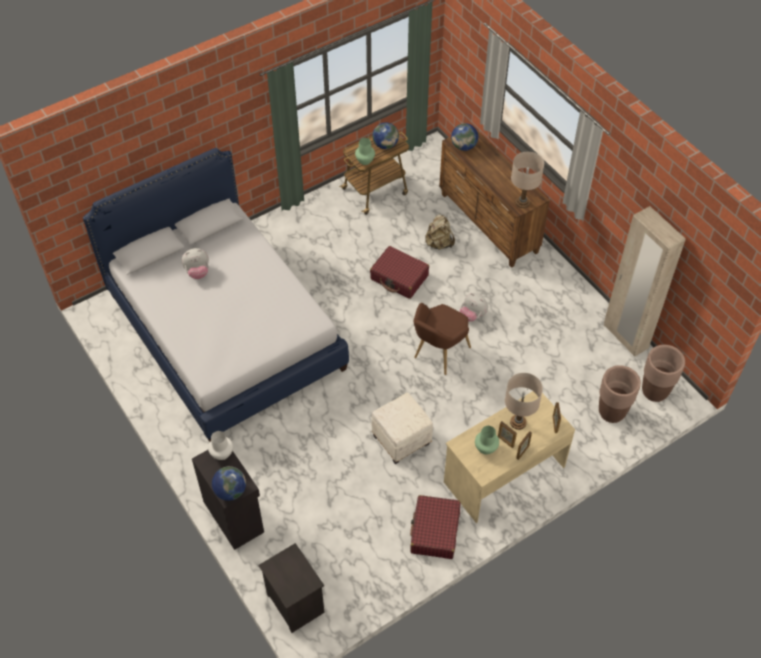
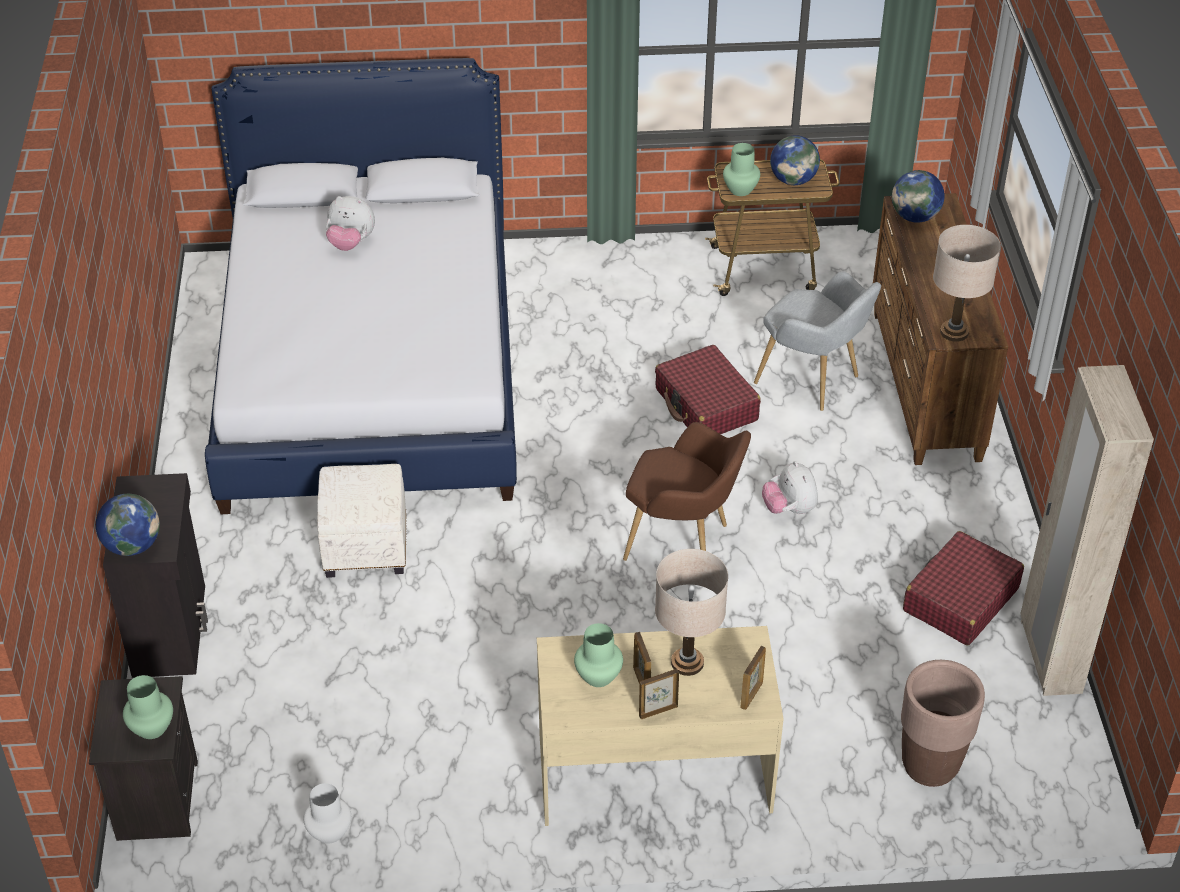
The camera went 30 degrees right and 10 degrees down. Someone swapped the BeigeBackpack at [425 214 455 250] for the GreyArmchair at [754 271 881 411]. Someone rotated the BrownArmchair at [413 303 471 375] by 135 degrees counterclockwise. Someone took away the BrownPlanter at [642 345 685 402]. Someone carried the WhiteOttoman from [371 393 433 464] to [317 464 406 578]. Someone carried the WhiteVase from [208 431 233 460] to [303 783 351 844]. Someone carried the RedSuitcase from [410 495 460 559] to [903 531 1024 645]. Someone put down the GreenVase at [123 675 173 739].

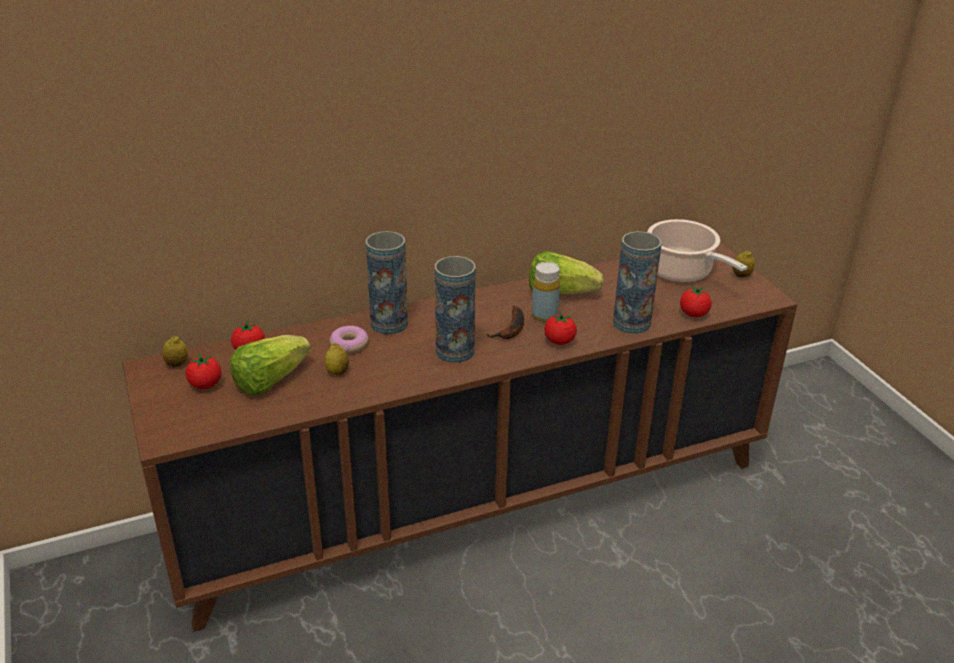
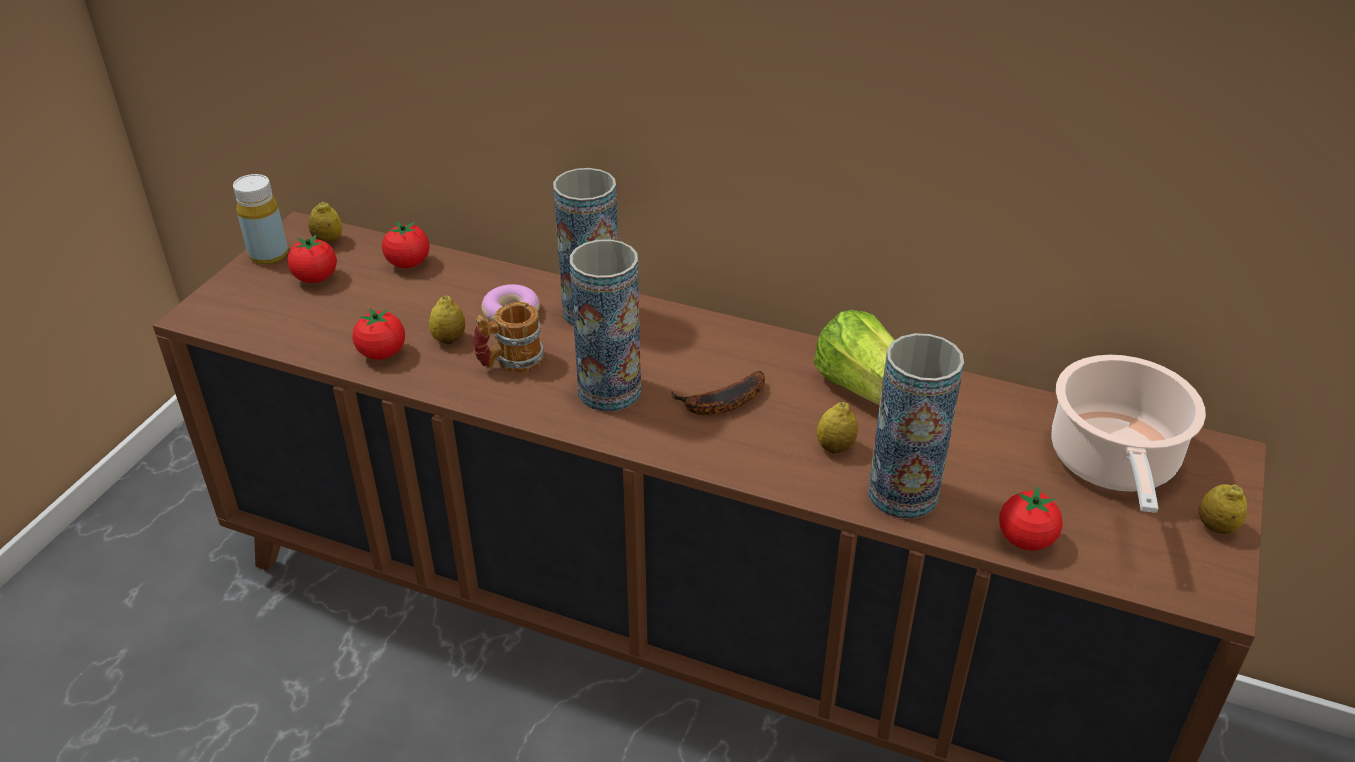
The camera went 45 degrees right and 5 degrees up. Someone carried the YellowBottle from [532 262 560 322] to [233 174 288 264]. Someone carried the Tomato from [544 311 577 345] to [352 308 405 360]. Someone took away the Lettuce at [230 335 311 396]. Someone put down the Mug at [473 302 544 373]. Someone put down the Lemon at [817 402 858 453].

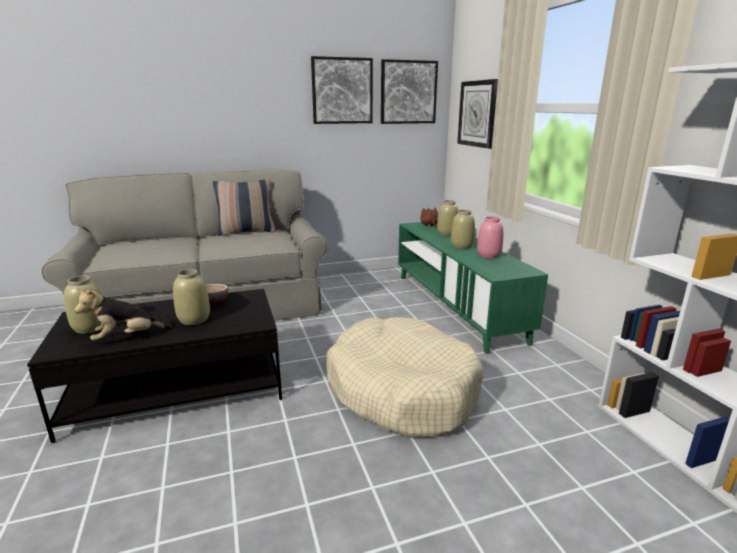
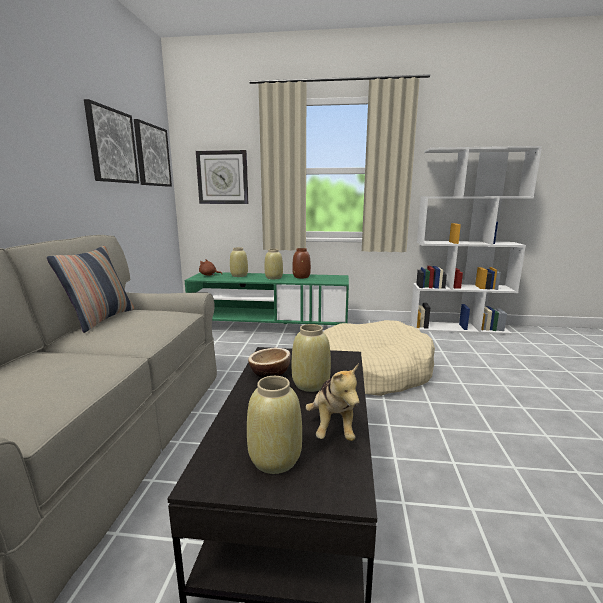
The camera went 65 degrees left and 5 degrees down. Someone repainted the PinkVase at [477 216 503 258], which became the BrownVase at [292 248 311 278].

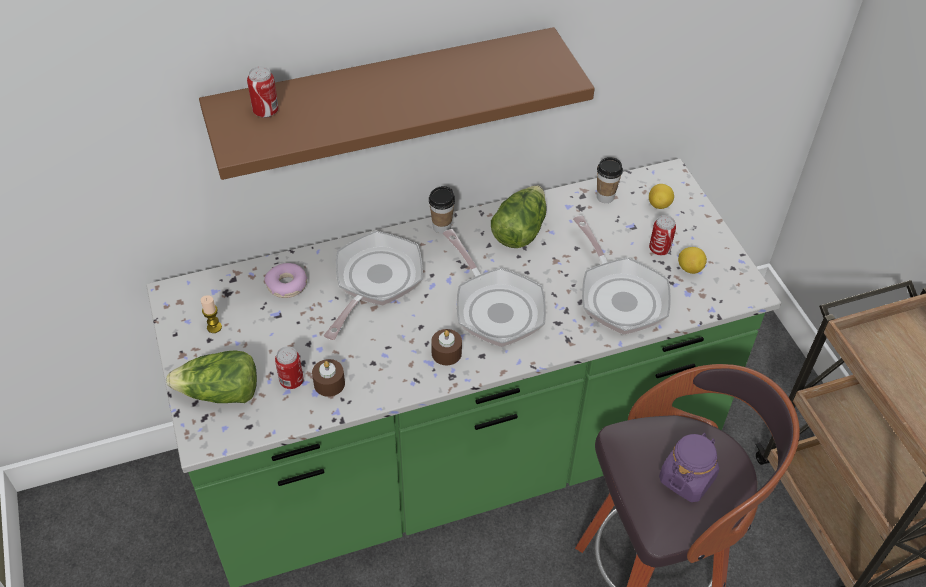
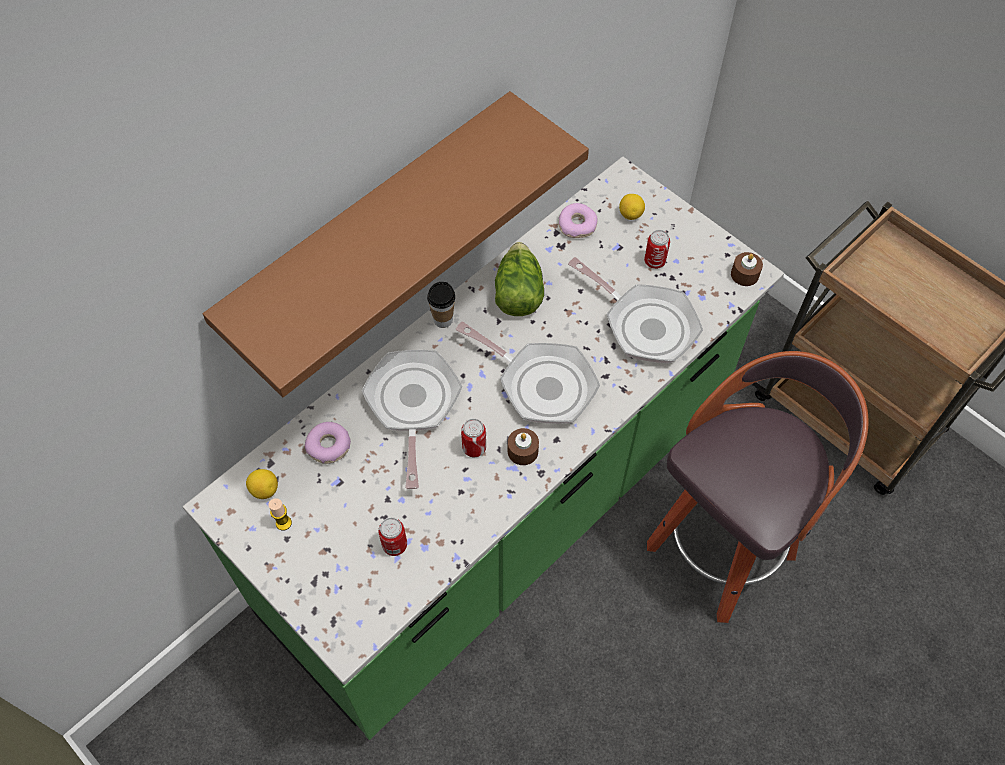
The camera went 25 degrees left and 10 degrees up. Someone carried the Can from [247 66 279 118] to [461 418 486 457]. Someone swapped the Cup at [597 157 623 203] for the Donut at [558 203 598 238]. Someone carried the Lemon from [678 247 707 274] to [246 469 278 499]. Someone took away the Lettuce at [166 350 257 403]. Someone carried the BrownCandle from [312 359 345 397] to [731 252 763 286]. Someone took away the PurpleJar at [659 433 719 502].

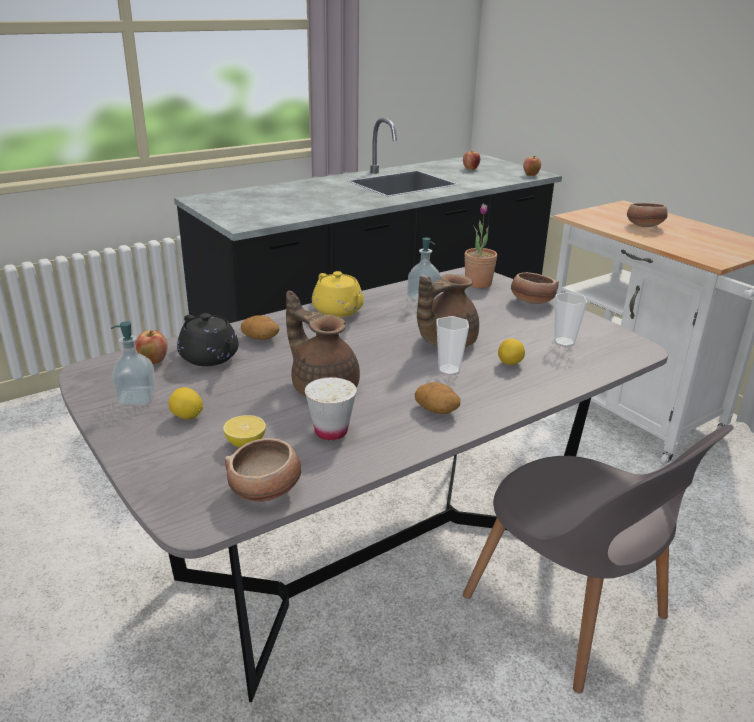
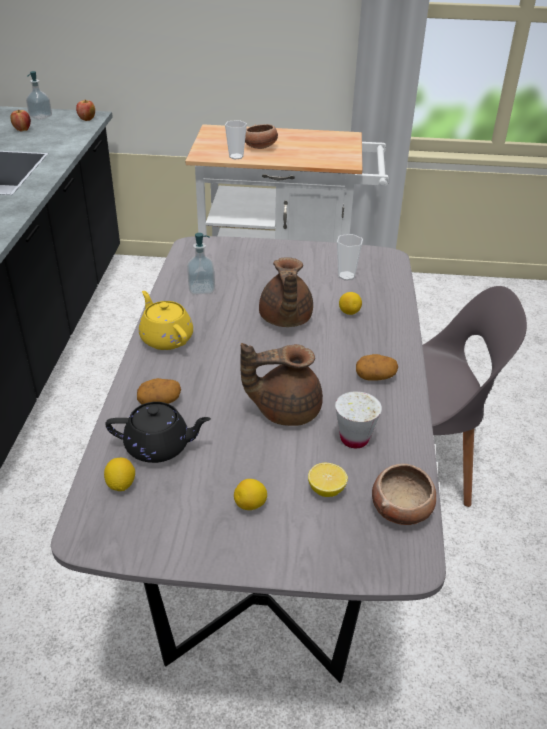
The camera went 50 degrees left and 10 degrees up. Someone took away the PottedPlant at [464 204 497 288]. Someone rotated the YellowTeapot at [312 271 364 317] by 135 degrees counterclockwise. Someone took away the Bowl at [511 272 559 304]. Someone carried the Cup from [436 316 469 376] to [225 120 247 159]. Someone carried the SoapDispenser from [111 321 156 406] to [26 71 52 120]. Someone swapped the Apple at [135 330 168 364] for the Lemon at [104 458 135 491].

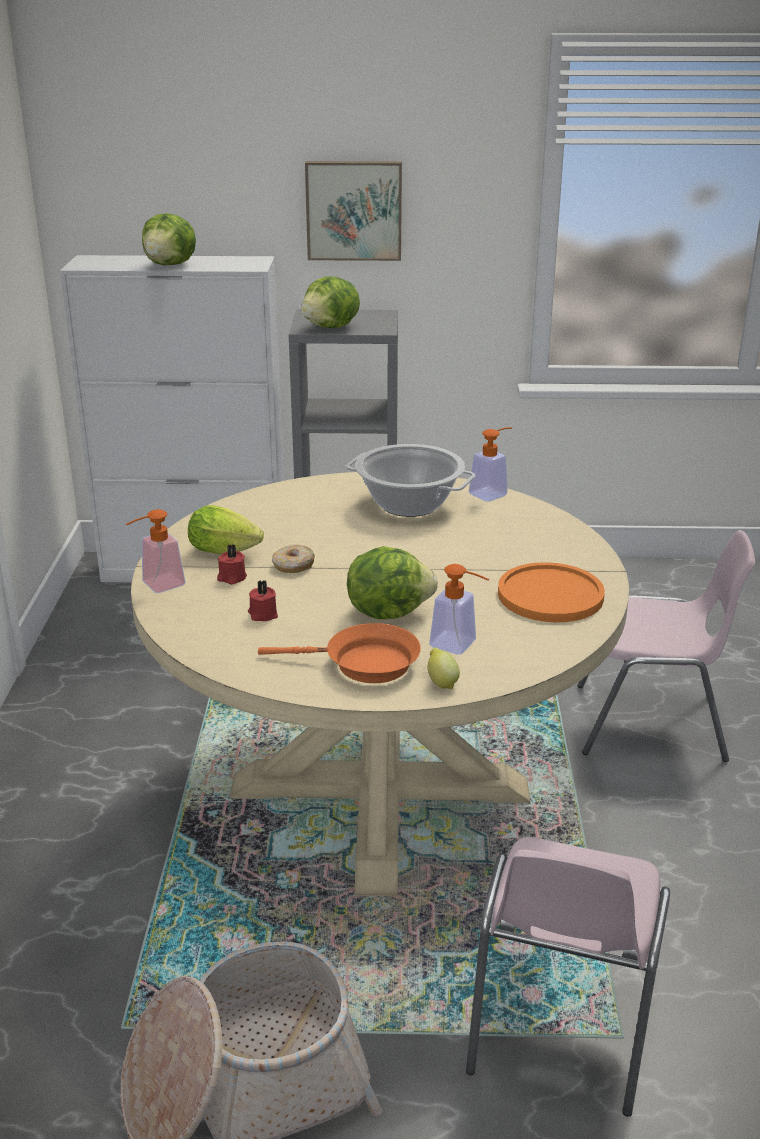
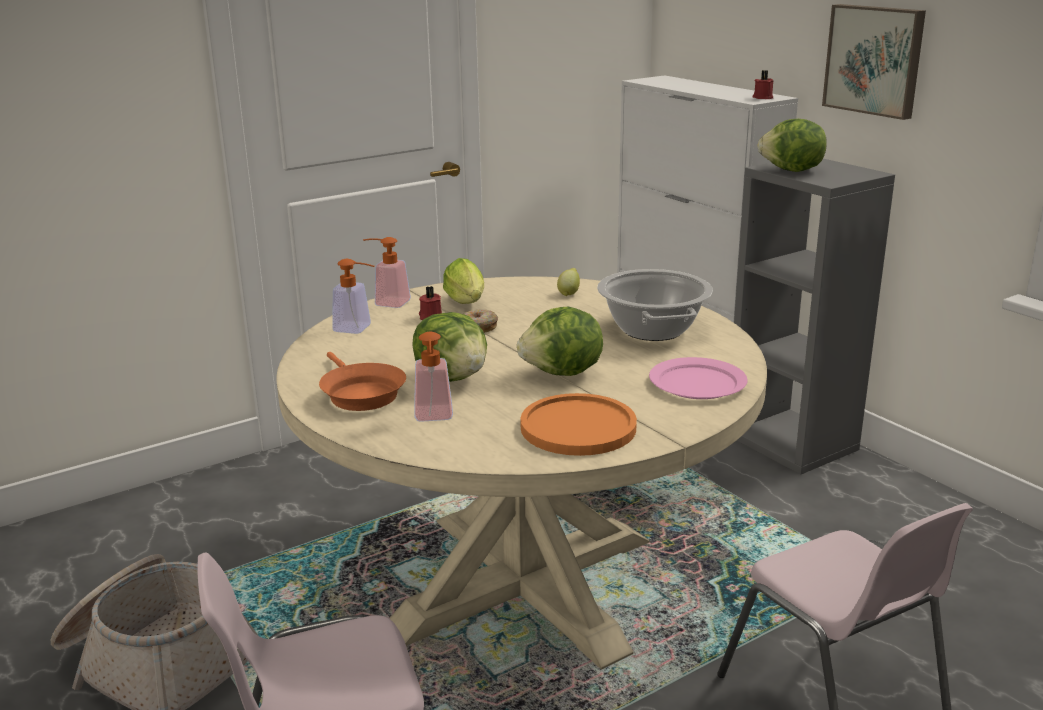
The camera went 55 degrees right and 5 degrees down. Someone carried the Lettuce from [142 213 196 266] to [517 307 603 376]. Someone carried the SoapDispenser from [469 427 512 502] to [332 259 375 334]. Someone carried the RedCandle from [248 580 278 621] to [752 70 773 99]. Someone carried the Lemon from [427 647 460 689] to [557 268 580 296]. Someone put down the PinkPlate at [649 357 748 399].

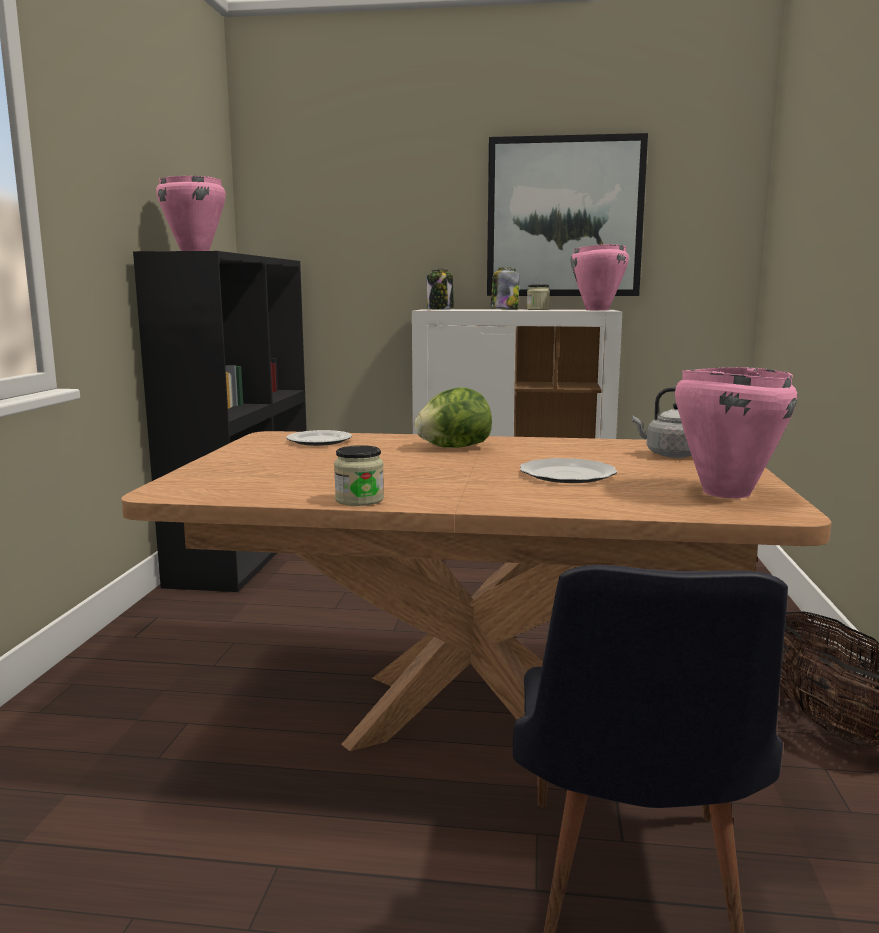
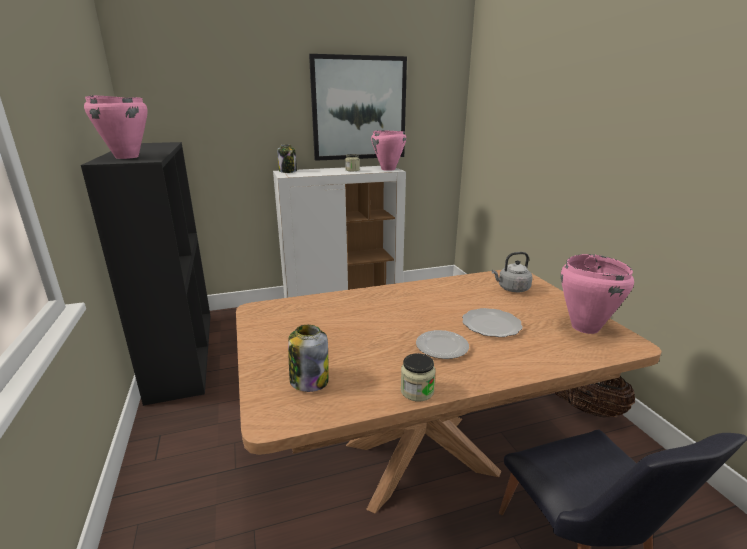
The camera went 25 degrees left and 10 degrees up. Someone carried the Jar from [491 267 520 310] to [288 325 329 392]. Someone took away the Lettuce at [415 387 492 448]. Someone carried the Plate from [287 430 352 446] to [416 330 469 359].

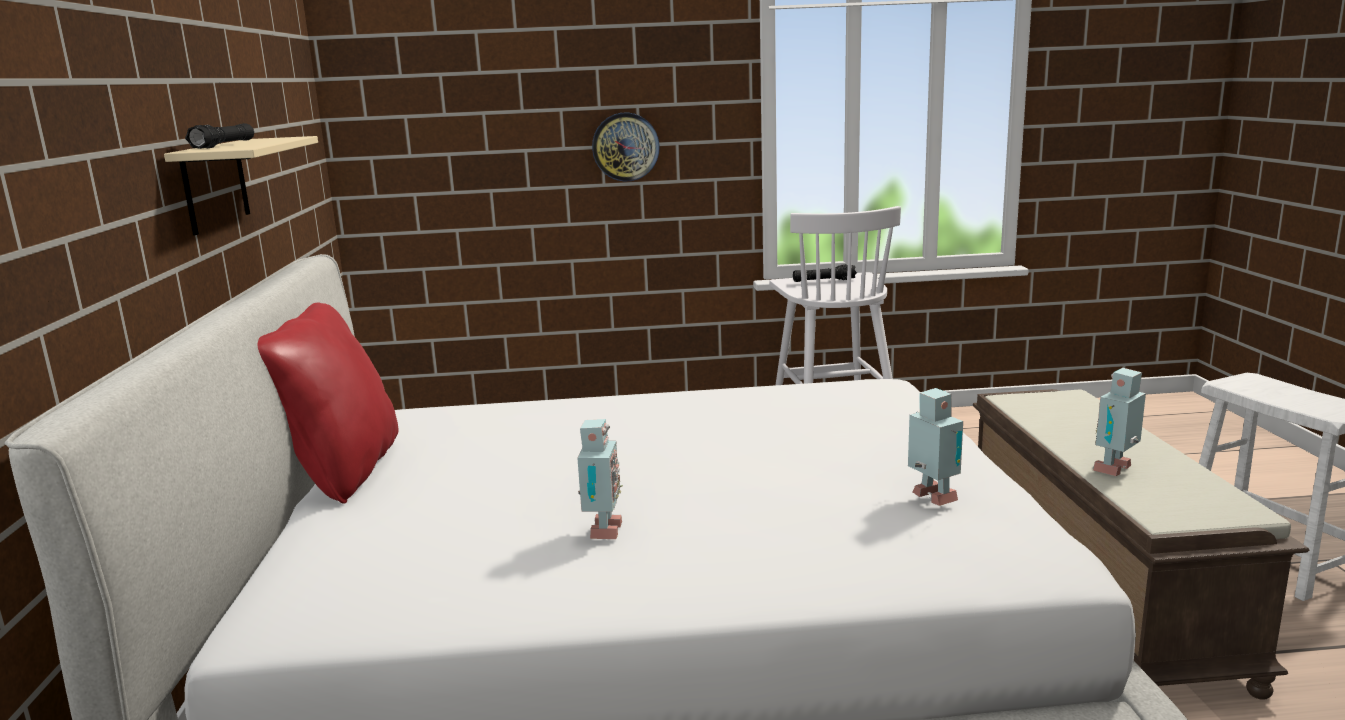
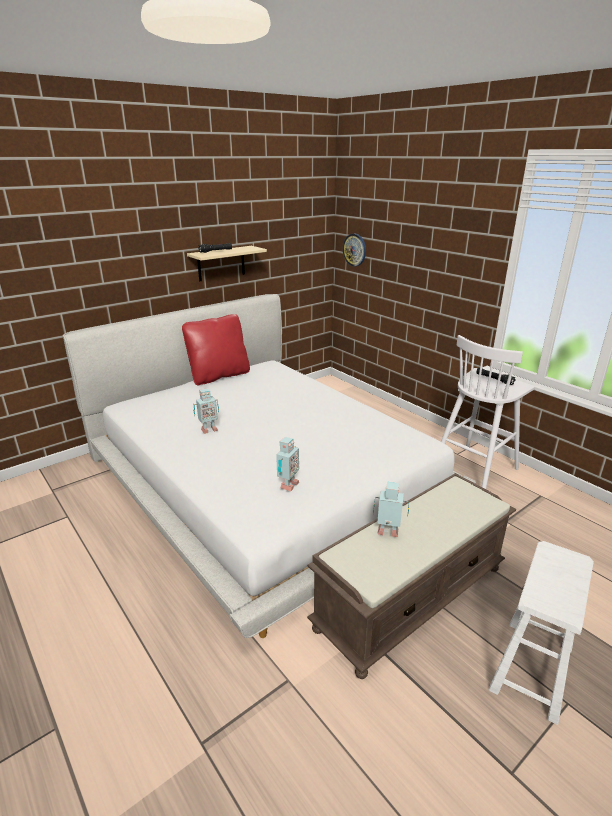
The camera went 55 degrees right and 10 degrees up. Someone carried the WallClock from [592 112 660 182] to [343 233 366 266].

